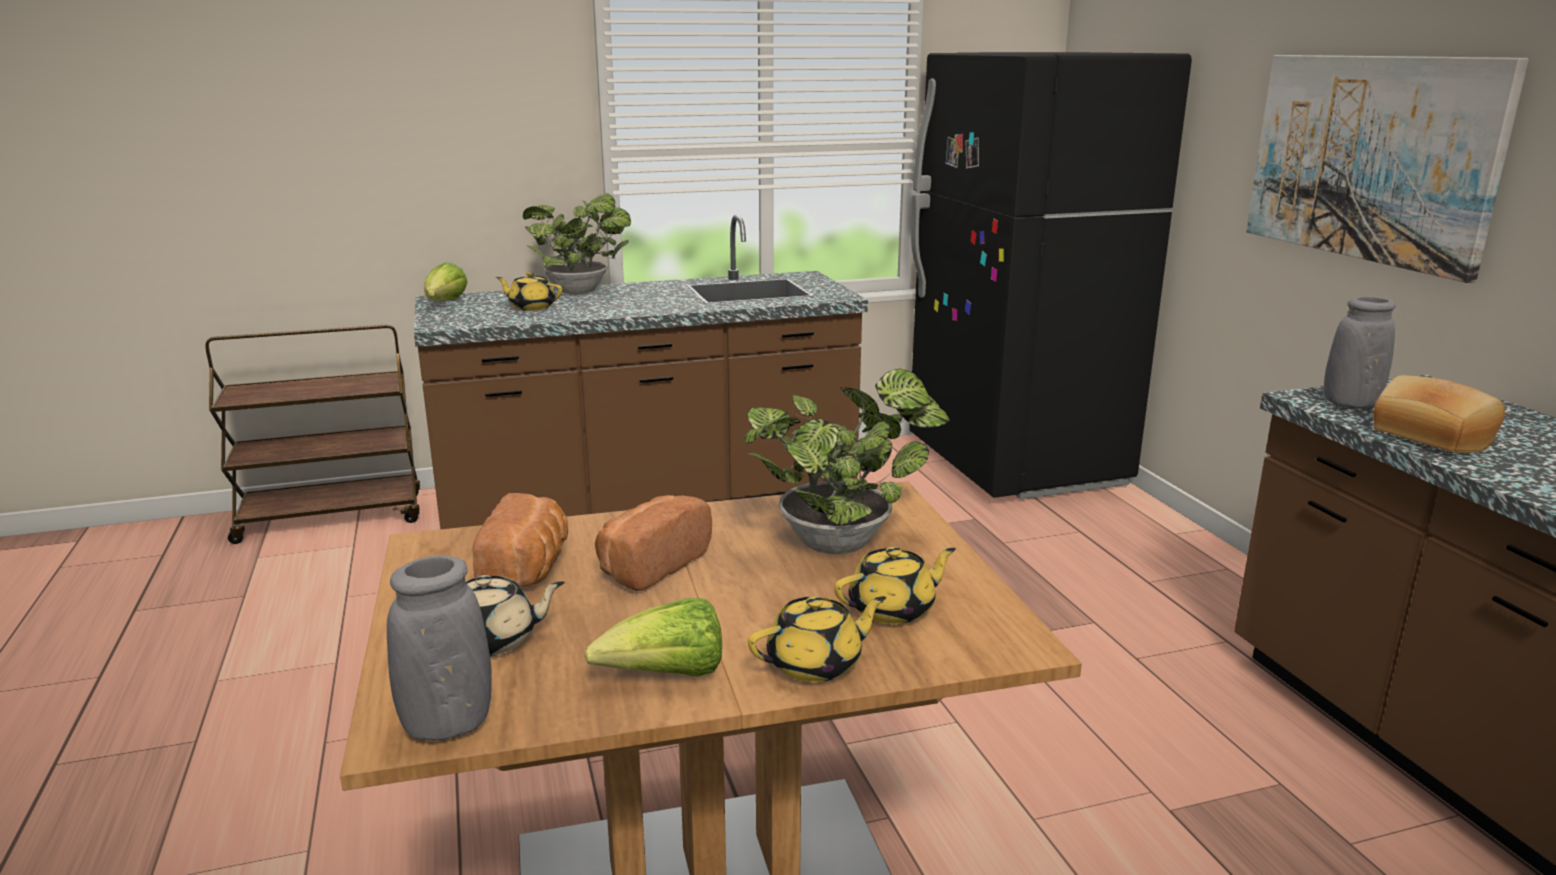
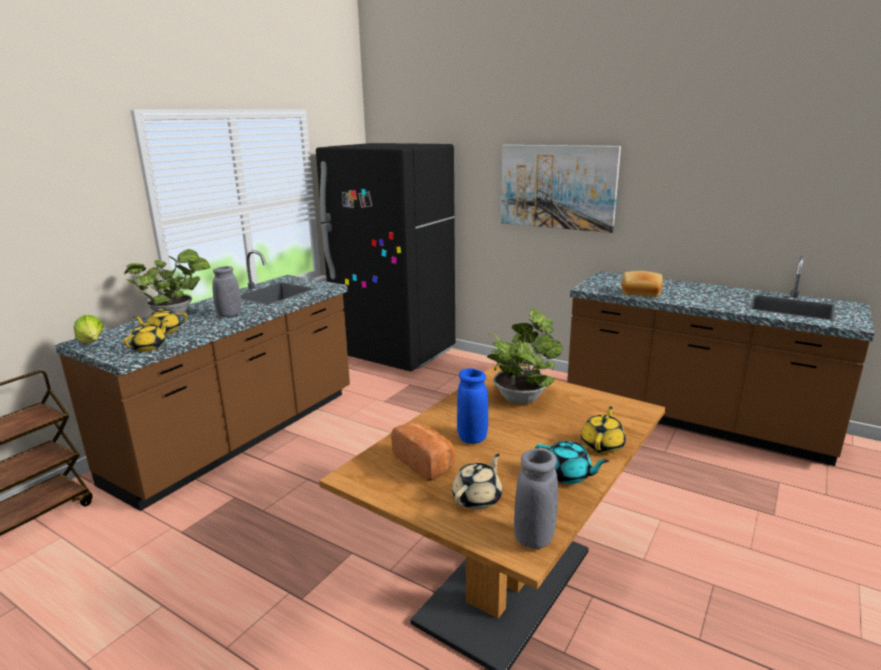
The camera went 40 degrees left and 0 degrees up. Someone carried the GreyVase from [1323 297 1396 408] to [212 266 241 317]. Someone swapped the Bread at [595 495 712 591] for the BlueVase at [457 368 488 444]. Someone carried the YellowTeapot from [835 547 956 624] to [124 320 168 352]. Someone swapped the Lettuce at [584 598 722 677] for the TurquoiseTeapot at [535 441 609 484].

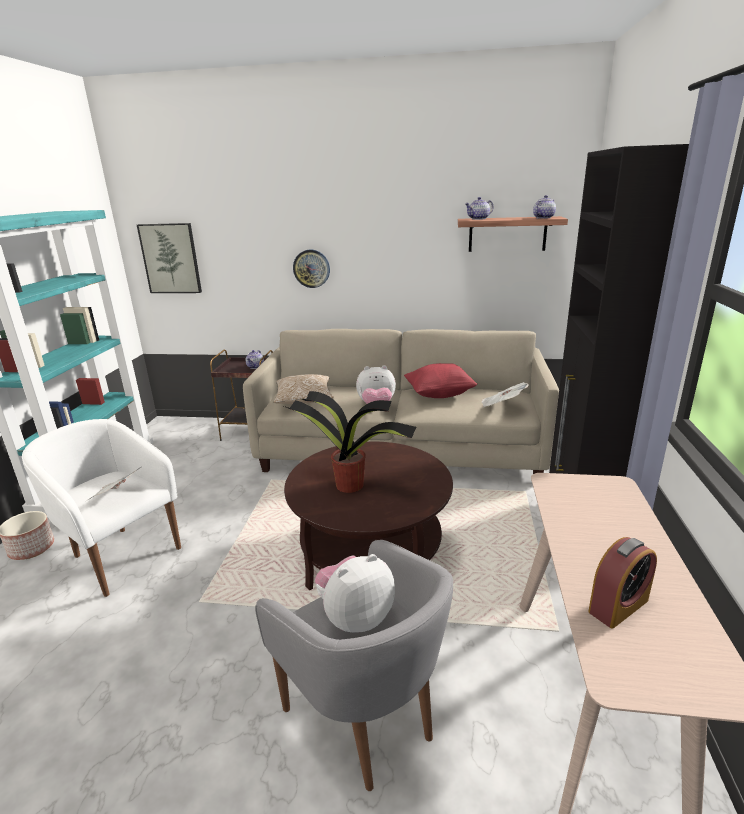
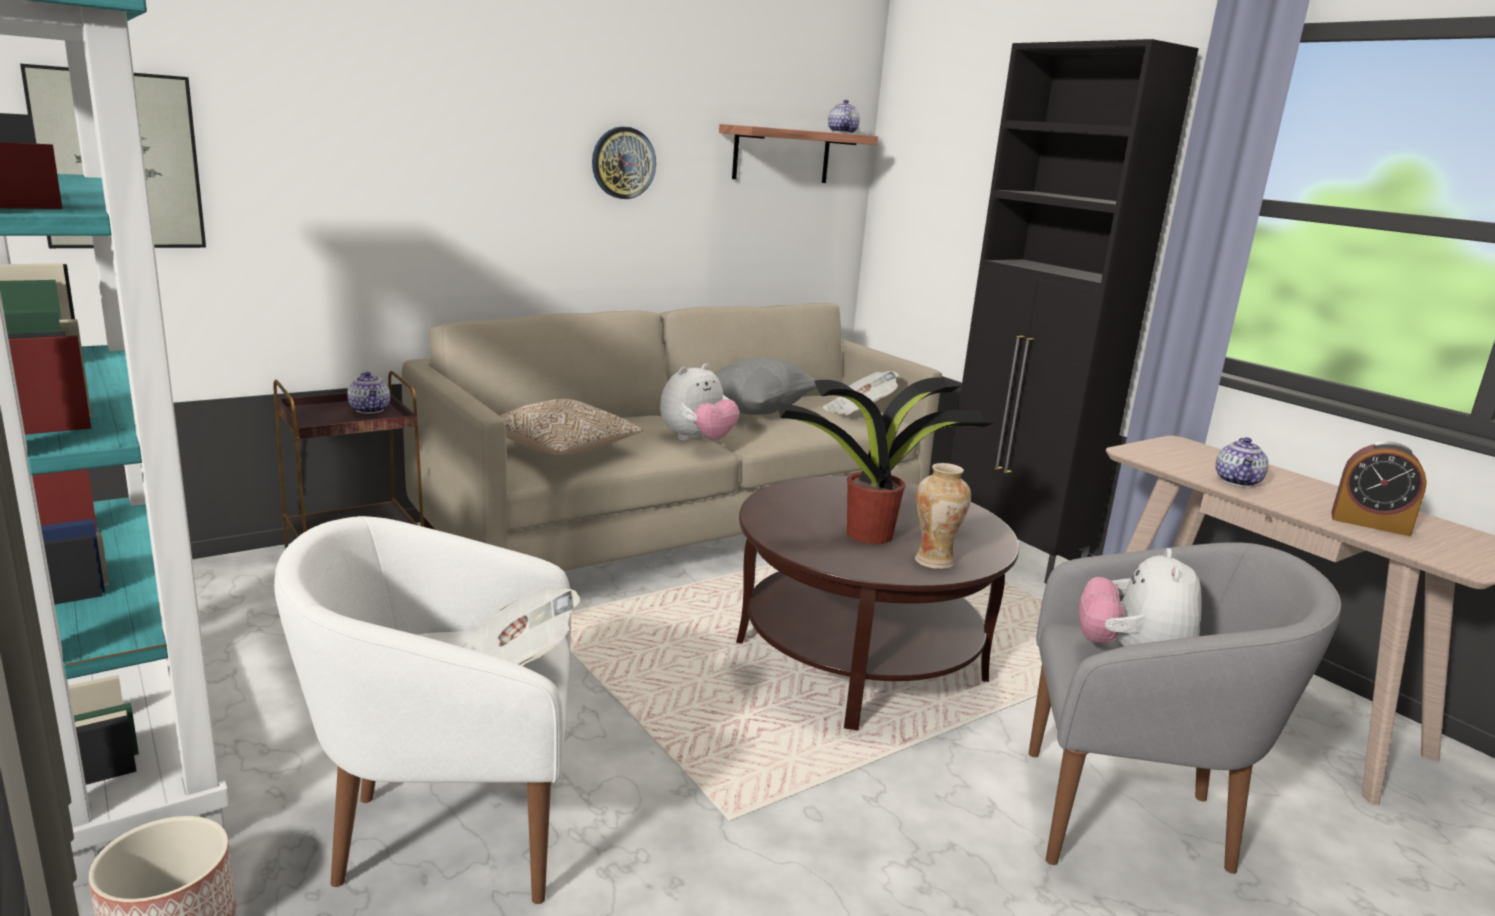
The camera went 45 degrees left and 5 degrees down. Someone carried the Teapot from [465 197 494 220] to [1215 437 1269 487]. Someone carried the WallClock from [293 250 330 288] to [592 127 656 199]. Someone repainted the RedPillow at [404 363 477 398], which became the GreyPillow at [714 358 817 415]. Someone rotated the AlarmClock at [588 537 657 629] by 105 degrees clockwise. Someone put down the Vase at [915 463 971 569].

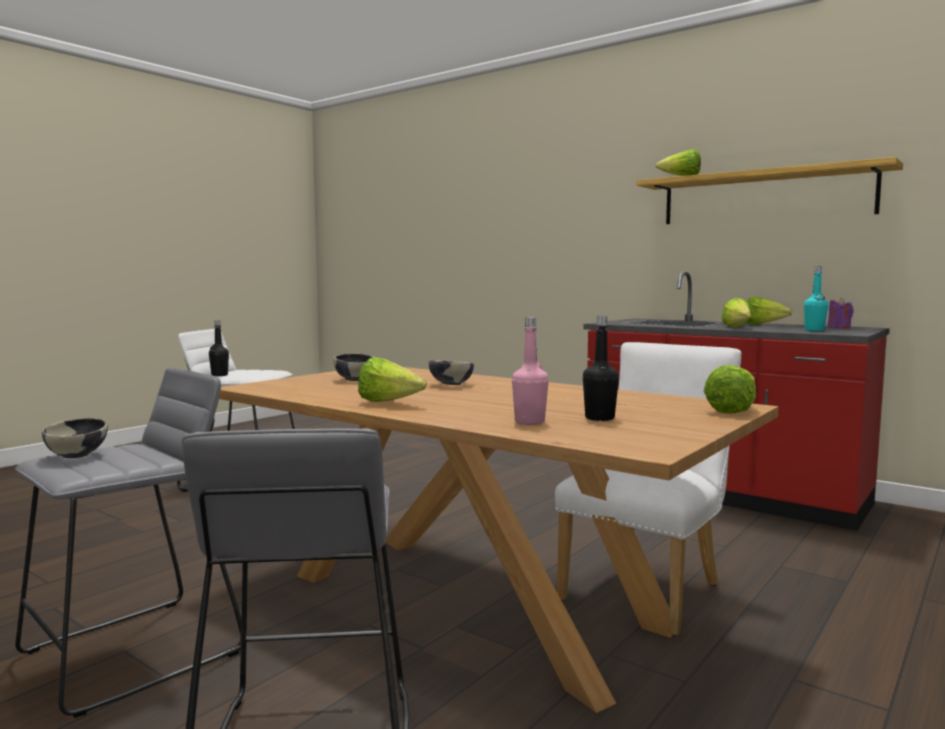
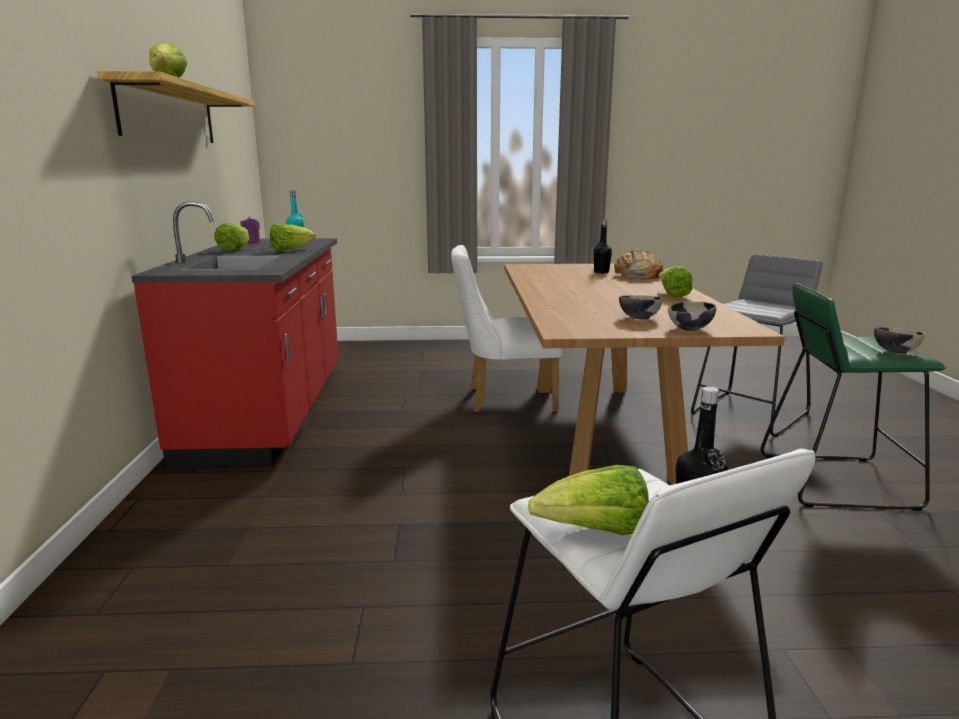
The camera went 130 degrees left and 10 degrees up. Someone swapped the PinkBottle at [512 317 549 425] for the Bread at [614 250 663 279]. Someone carried the Bowl from [429 360 474 385] to [668 301 716 331]. Someone carried the Lettuce from [704 365 756 414] to [528 465 649 535]. Someone repainted the GreyStool at [15 367 241 718], which became the GreenStool at [761 283 946 511].

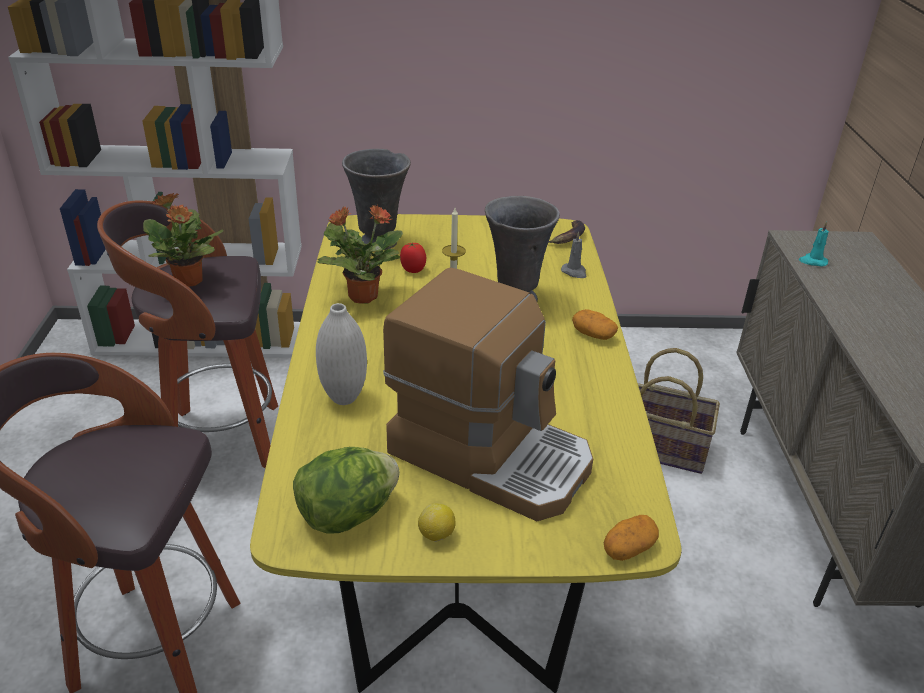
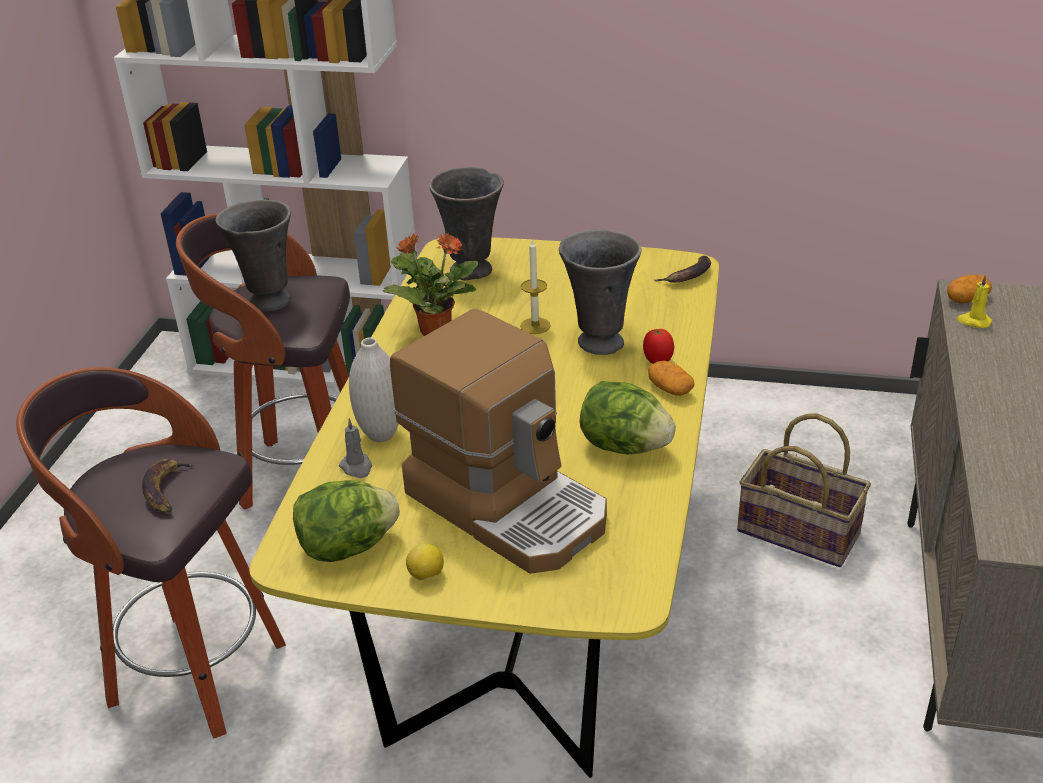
The camera went 15 degrees right and 0 degrees up. Someone swapped the PottedPlant at [143 193 223 287] for the GreyVase at [215 199 291 311]. Someone repainted the TurquoiseCandle at [799 222 829 266], which became the YellowCandle at [957 275 992 328]. Someone carried the GreyCandle from [561 231 587 278] to [339 418 372 478]. Someone carried the Tomato from [400 243 426 273] to [643 329 674 364]. Someone carried the Potato from [604 515 659 561] to [947 275 992 304]. Someone put down the Lettuce at [580 381 676 454]. Someone put down the Banana at [142 459 195 513].

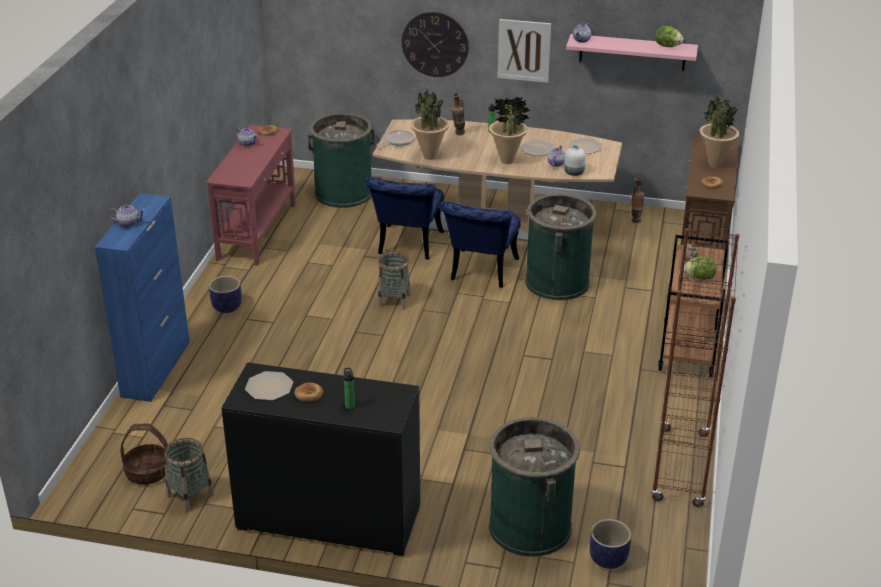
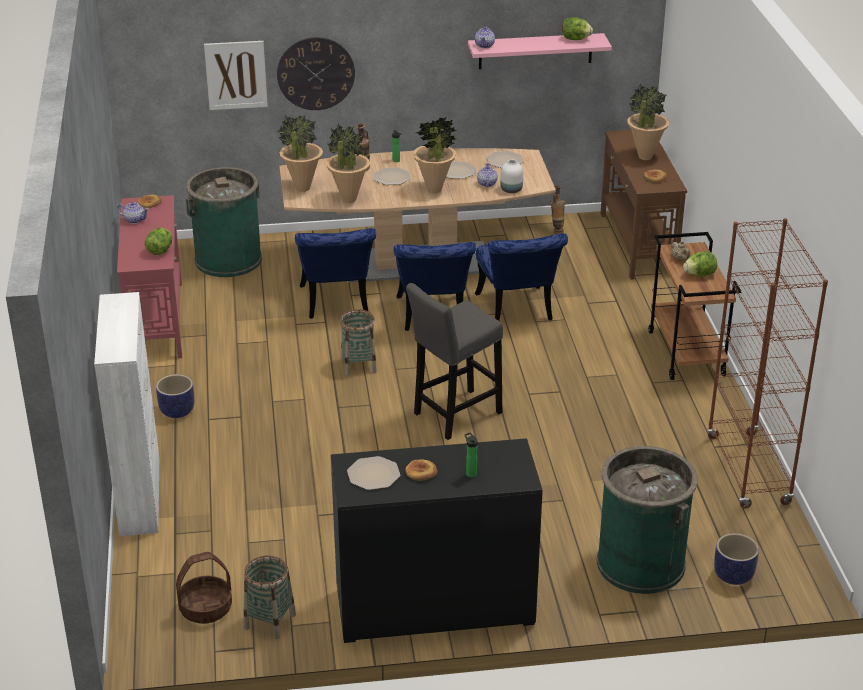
The camera went 20 degrees left and 0 degrees up. Someone carried the Picture from [497 19 551 83] to [204 41 268 110]. Someone swapped the FryingPan at [376 130 414 146] for the PottedPlant at [277 115 323 192]. Someone repainted the BlueCabinet at [95 193 190 402], which became the WhiteCabinet at [94 292 160 536]. Someone swapped the GreenTrashCan at [525 194 597 300] for the BlueChair at [475 233 568 321]. Someone took away the Teapot at [109 204 145 227]. Someone put down the Plate at [374 167 411 185]. Someone put down the Lettuce at [145 228 172 255]. Someone put down the GreyStool at [406 283 503 440].

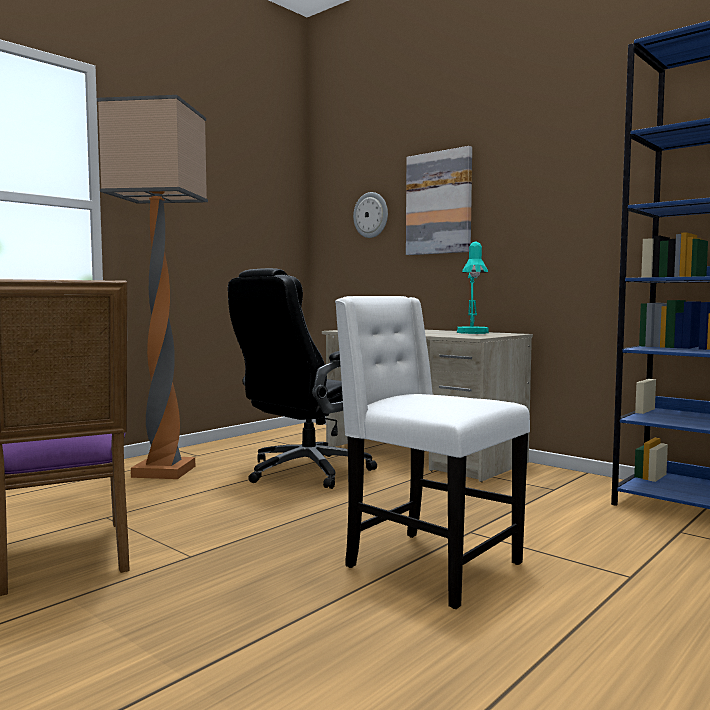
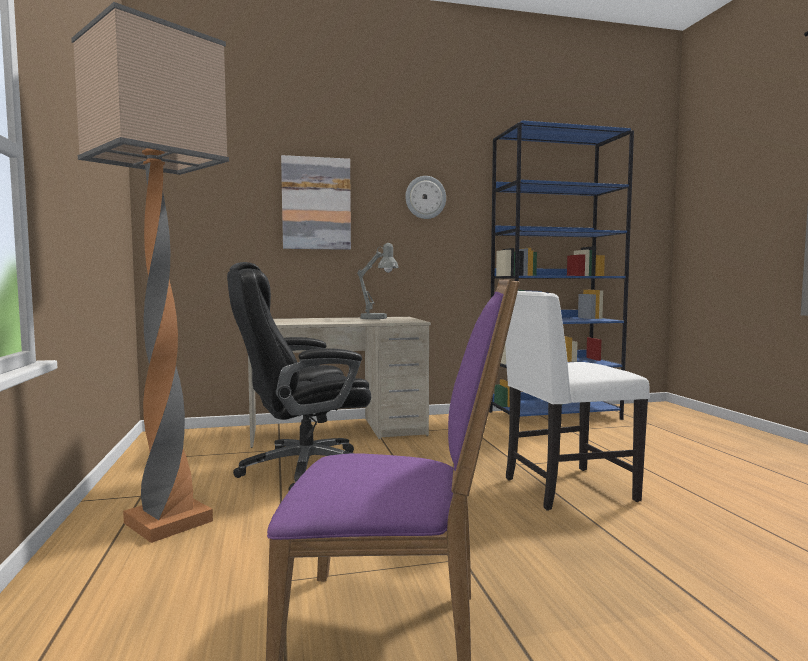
The camera went 55 degrees left and 0 degrees up. Someone carried the WallClock from [353 192 388 238] to [405 176 446 219]. Someone repainted the TurquoiseTableLamp at [457 241 489 334], which became the GreyTableLamp at [357 243 399 319]. Someone rotated the BlackOfficeChair at [228 268 377 489] by 75 degrees clockwise.

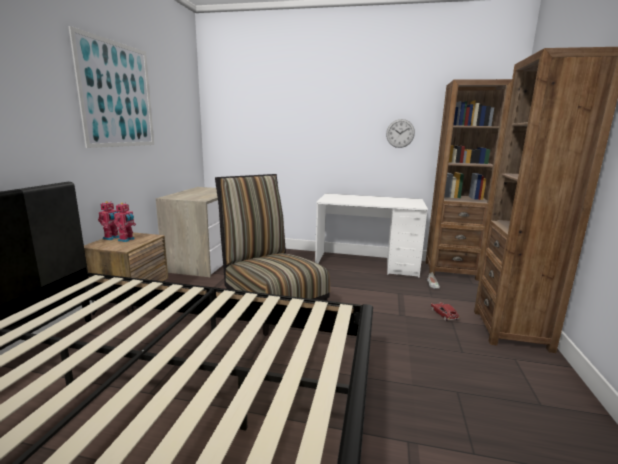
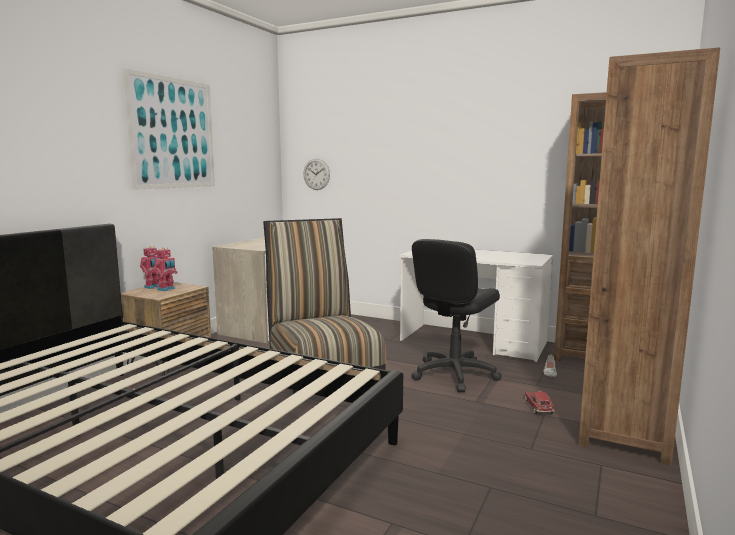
The camera went 15 degrees right and 5 degrees down. Someone carried the WallClock from [386 119 415 148] to [303 159 330 190]. Someone put down the BlackOfficeChair at [411 239 501 392].

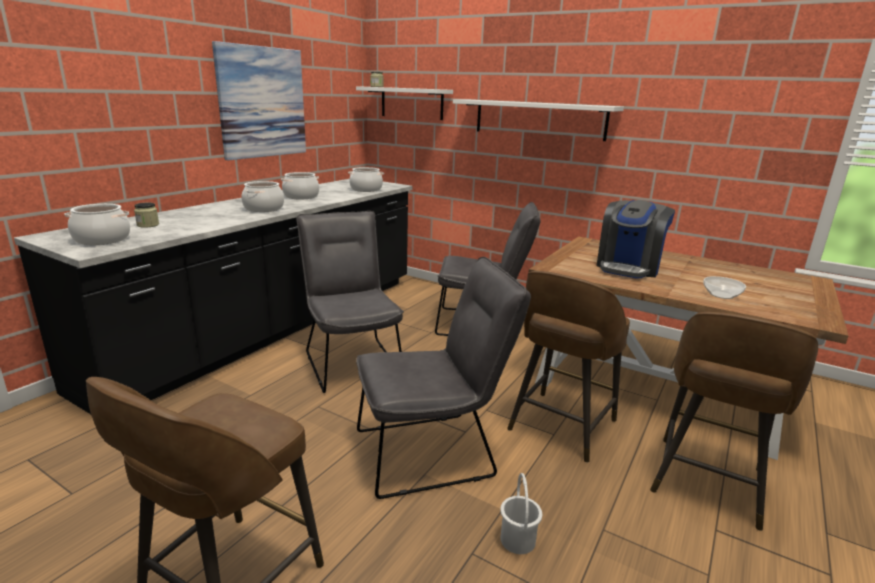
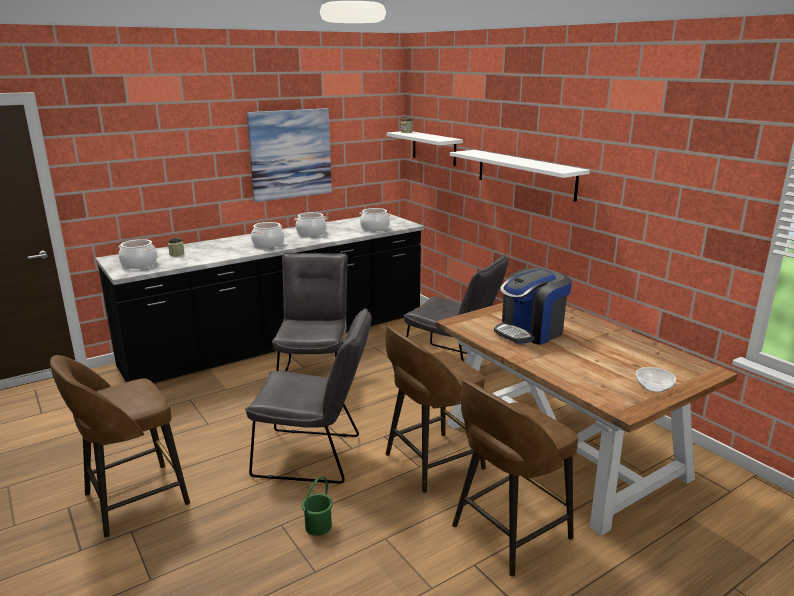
The camera went 25 degrees right and 0 degrees up. Someone carried the Bowl from [703 276 746 299] to [636 367 676 393]. Someone repainted the WhiteBucket at [500 473 542 554], which became the GreenBucket at [302 476 333 536].

